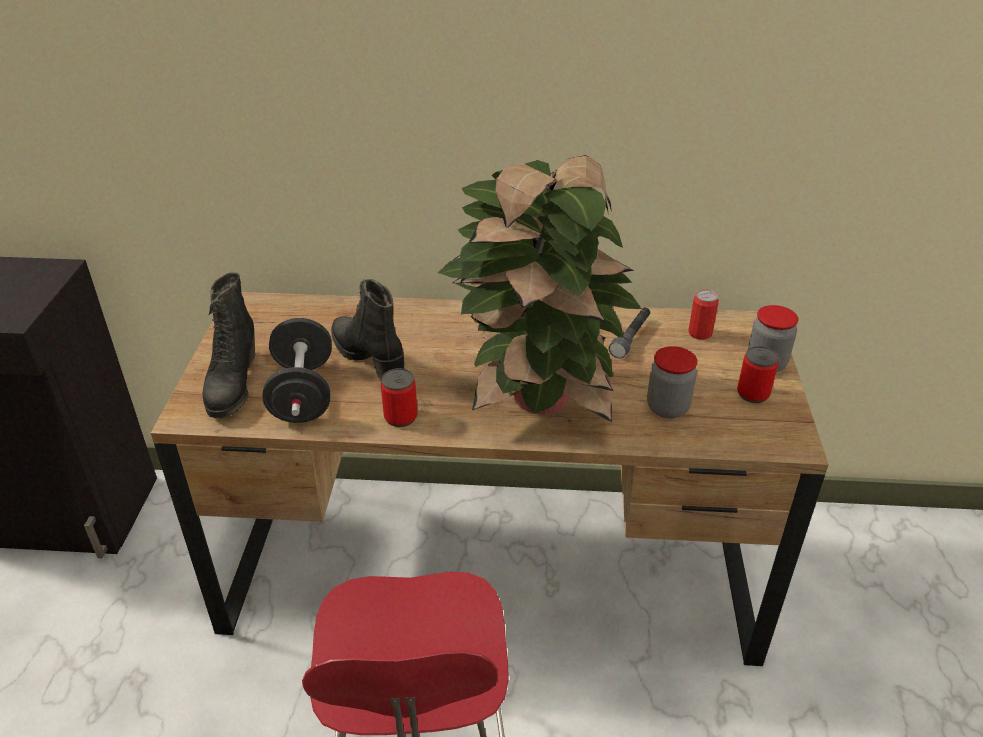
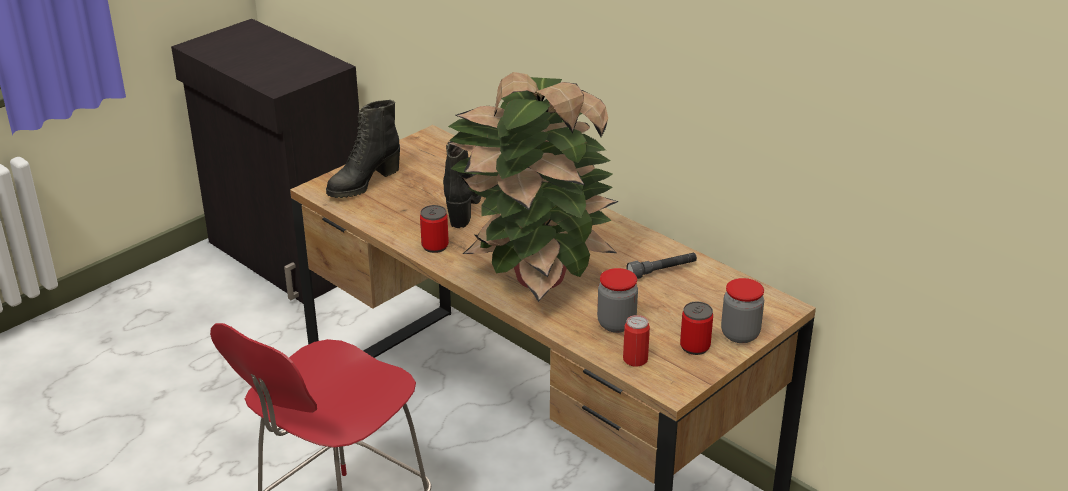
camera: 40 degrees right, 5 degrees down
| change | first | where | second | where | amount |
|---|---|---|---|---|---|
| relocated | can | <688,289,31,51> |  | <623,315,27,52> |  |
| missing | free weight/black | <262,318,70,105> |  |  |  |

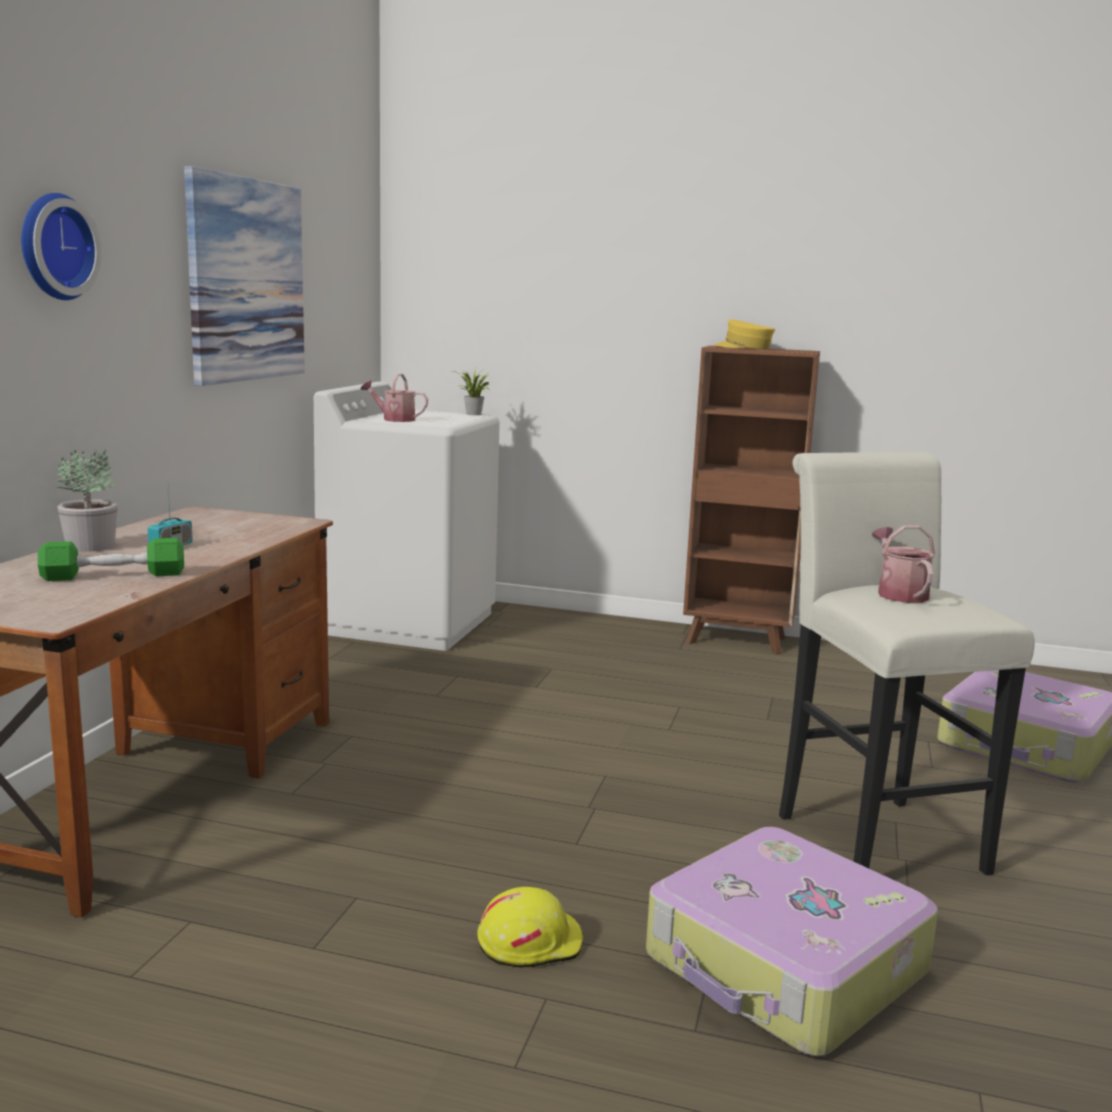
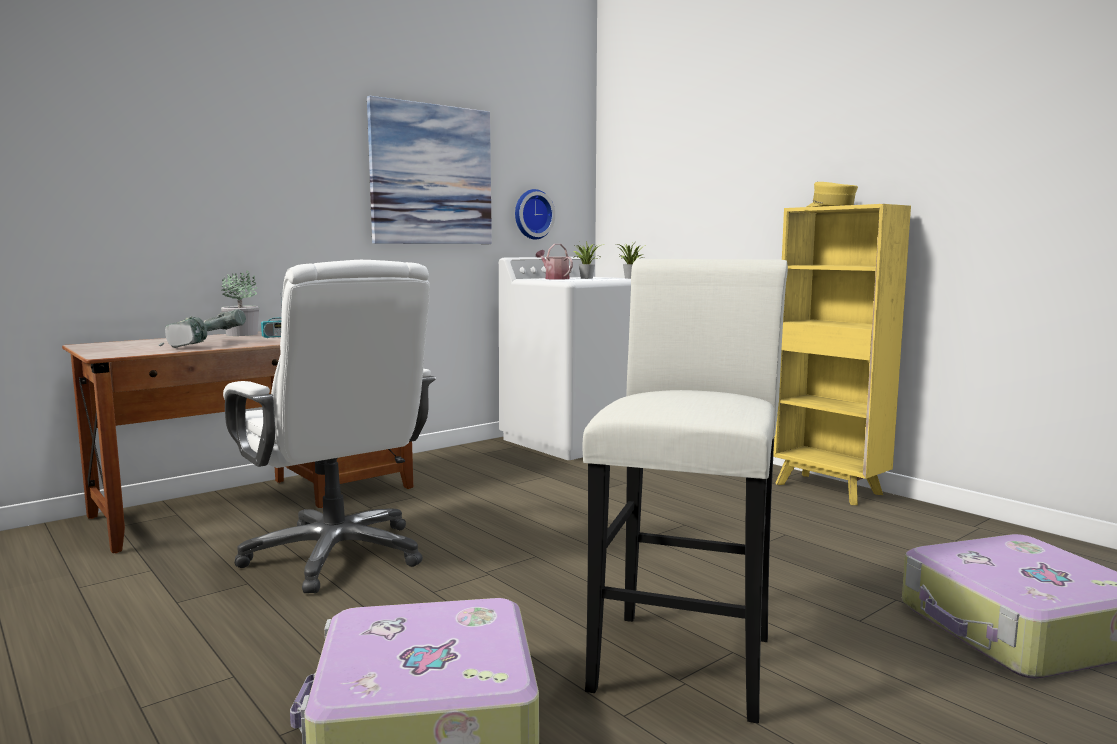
camera: 35 degrees right, 5 degrees down
| change | first | where | second | where | amount |
|---|---|---|---|---|---|
| relocated | wall clock | <21,193,81,107> |  | <515,189,40,50> |  |
| colour | bookcase/brown | <683,346,137,309> | bookcase/yellowish | <773,204,138,301> |  |
| missing | watering can | <872,526,63,77> |  |  |  |
| exchanged | free weight/green-coloured | <38,538,146,43> | drill | <159,309,87,39> |  |
| missing | safety helmet/yellowish | <477,887,107,81> |  |  |  |
| appeared |  |  | houseplant | <573,242,32,37> |  |
| appeared |  |  | desk chair/white | <223,260,213,333> |  |

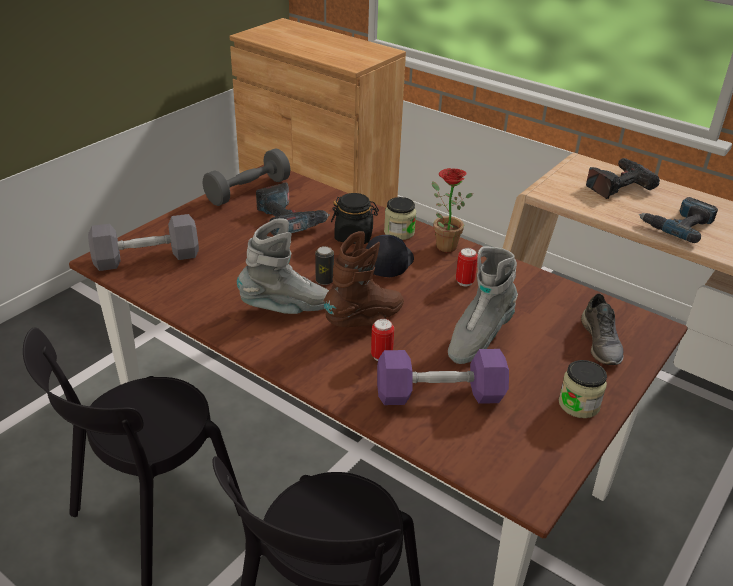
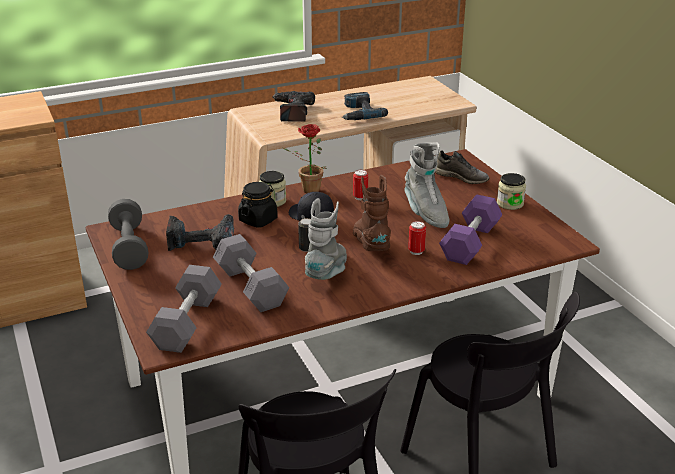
camera: 60 degrees left, 5 degrees down
| change | first | where | second | where | amount |
|---|---|---|---|---|---|
| appeared |  |  | free weight/greyish | <213,234,76,78> |  |

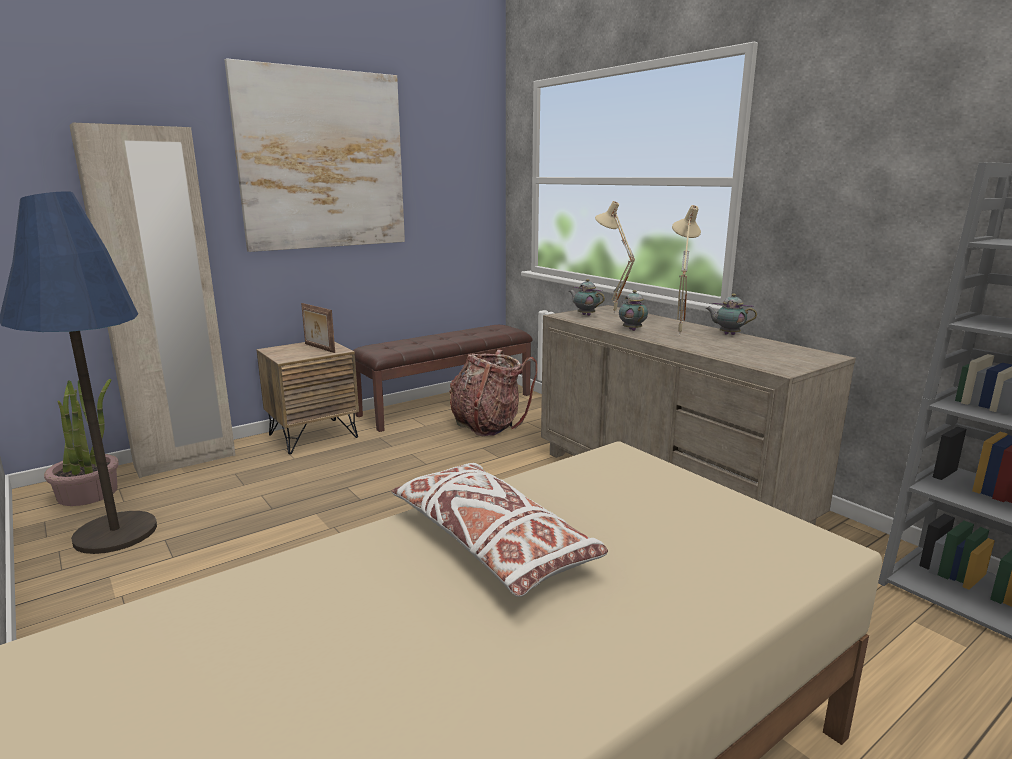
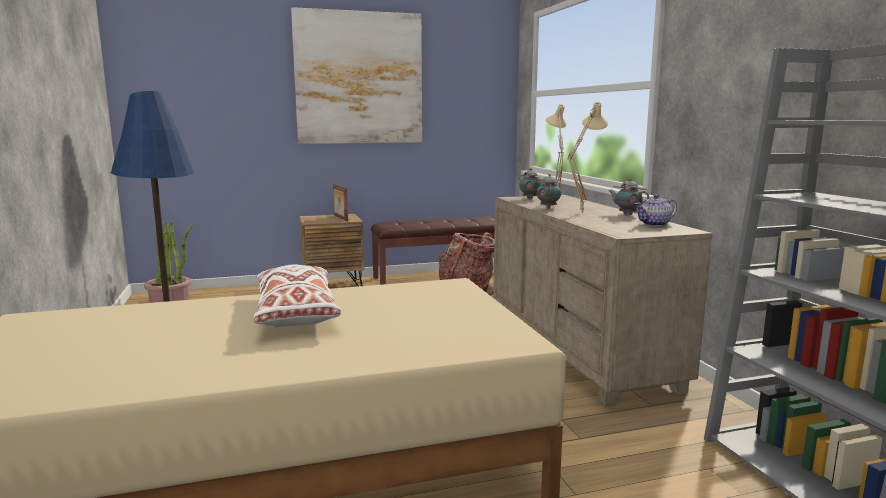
camera: 20 degrees right, 5 degrees down
| change | first | where | second | where | amount |
|---|---|---|---|---|---|
| missing | clothes cupboard/beige | <69,123,166,355> |  |  |  |
| appeared |  |  | teapot | <635,194,42,32> |  |

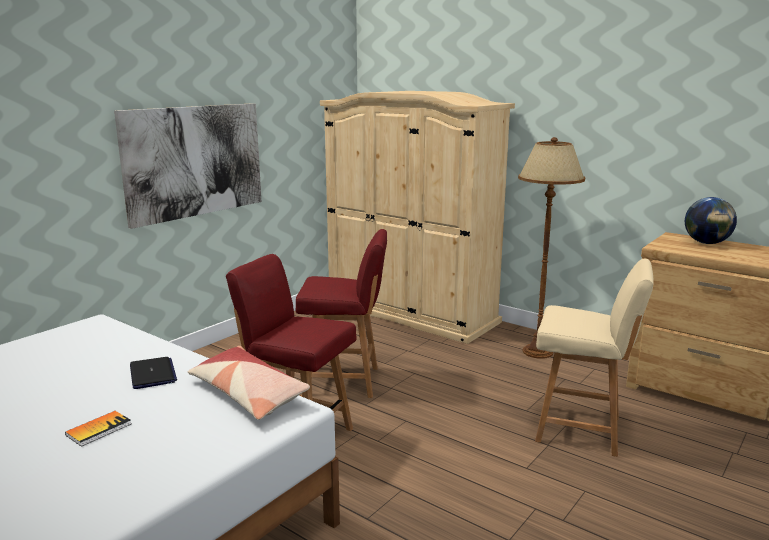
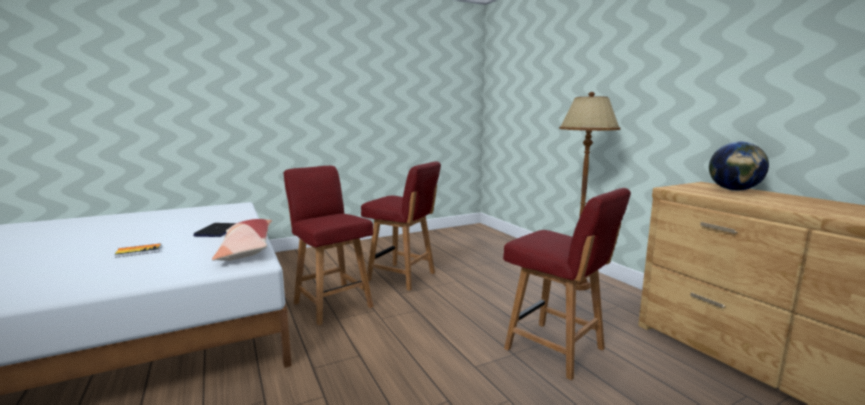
camera: 25 degrees right, 5 degrees down
| change | first | where | second | where | amount |
|---|---|---|---|---|---|
| missing | clothes cupboard/beige | <320,91,195,253> |  |  |  |
| missing | picture | <114,103,147,126> |  |  |  |
| colour | chair/beige | <535,259,119,198> | chair/red | <503,188,128,192> |  |

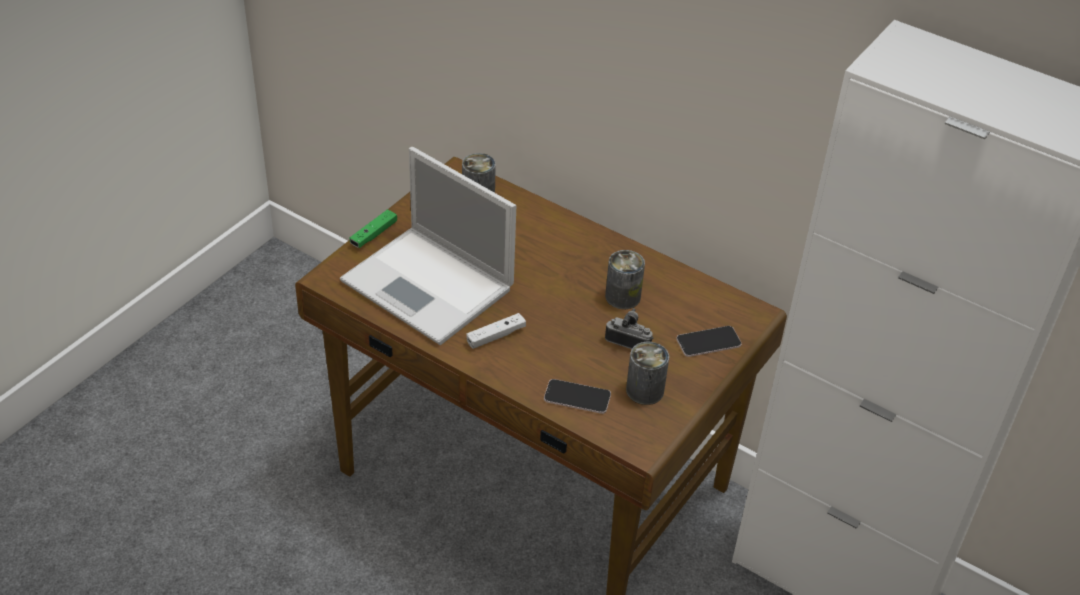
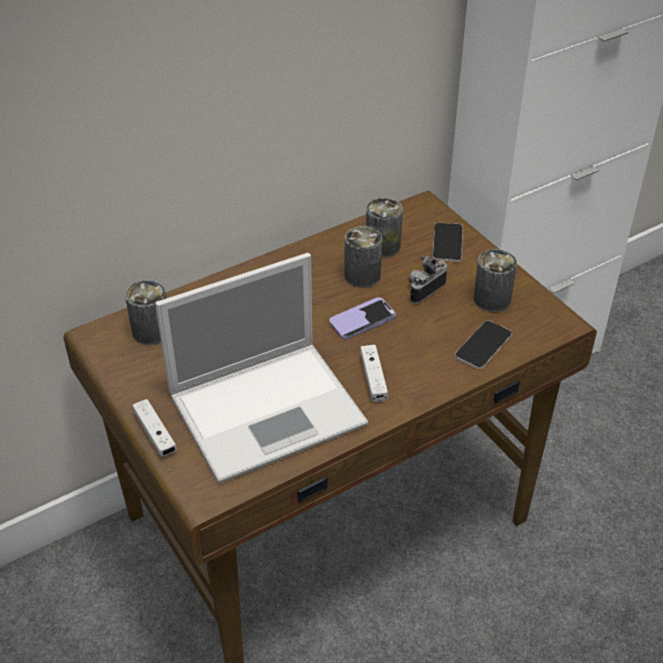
camera: 65 degrees left, 0 degrees up
| change | first | where | second | where | amount |
|---|---|---|---|---|---|
| colour | game controller/green-coloured | <350,209,47,39> | game controller/white | <132,399,45,57> |  |
| appeared |  |  | can | <366,198,37,60> |  |
| appeared |  |  | handset | <329,297,67,43> |  |

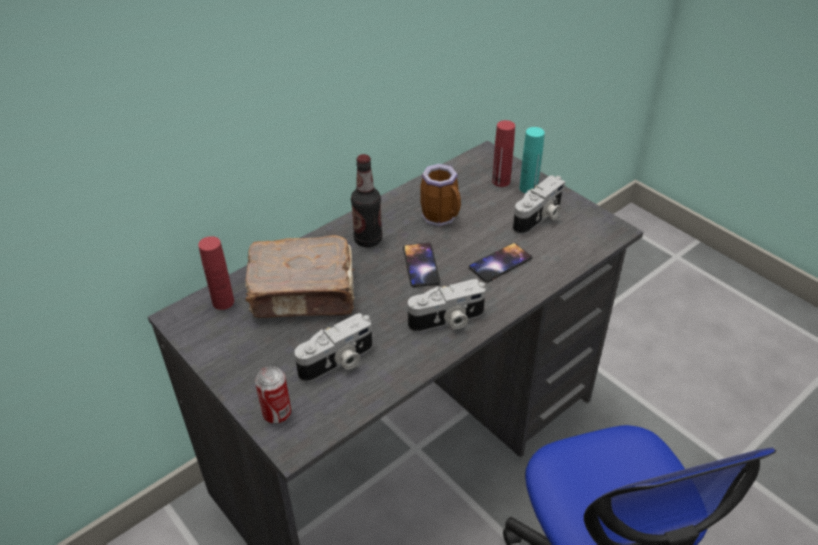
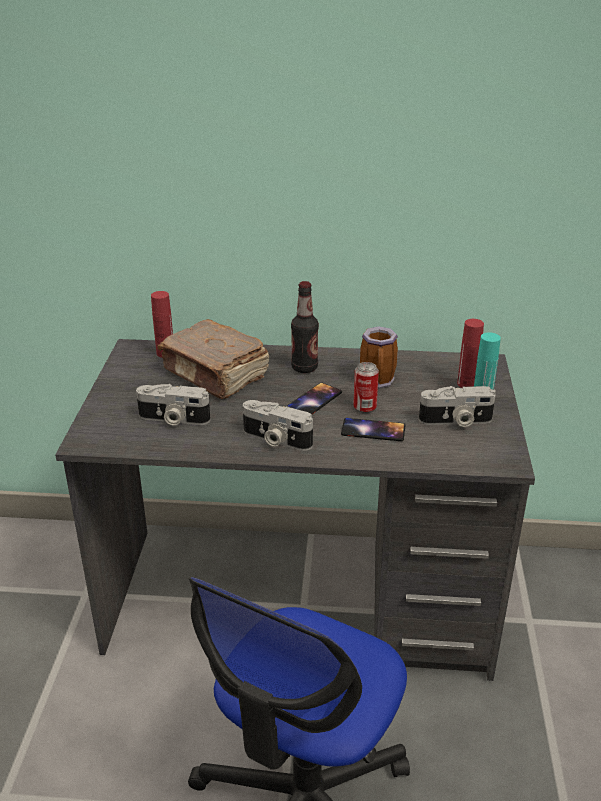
camera: 45 degrees right, 10 degrees down
| change | first | where | second | where | amount |
|---|---|---|---|---|---|
| relocated | can | <255,366,36,58> |  | <353,362,26,52> |  |

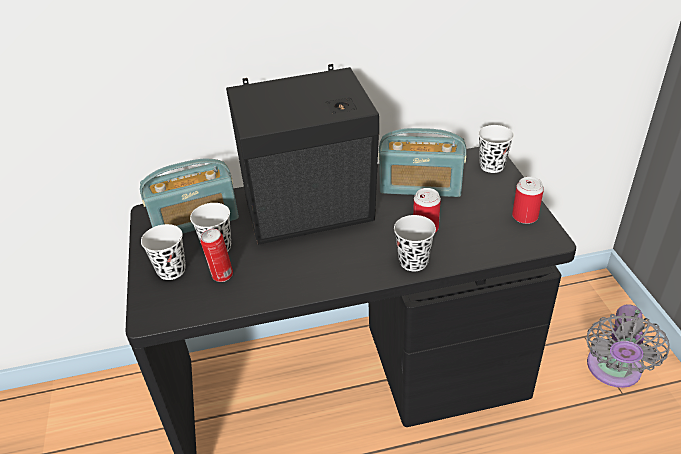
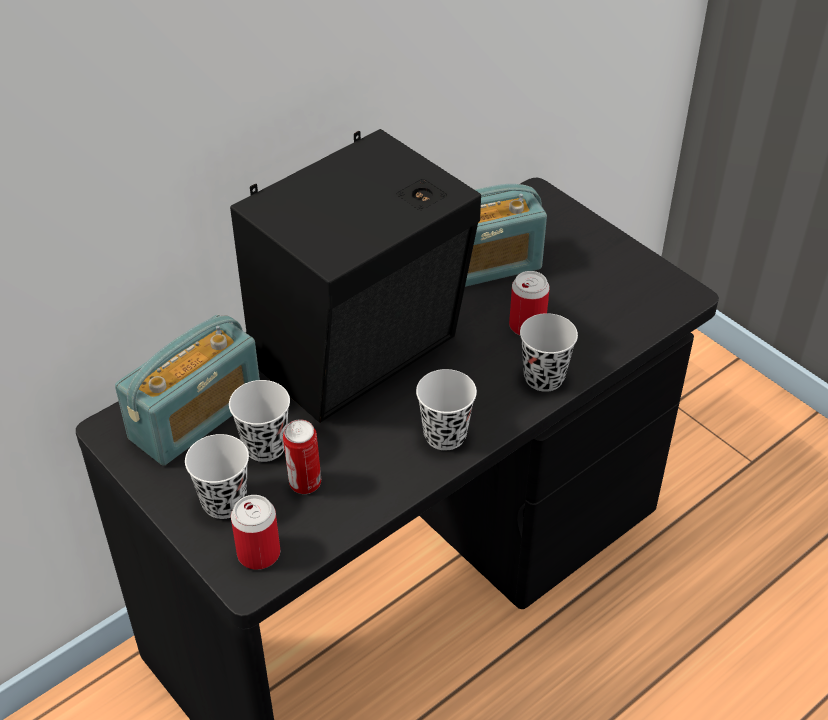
camera: 30 degrees left, 5 degrees up
| change | first | where | second | where | amount |
|---|---|---|---|---|---|
| relocated | drinking cup/white | <478,125,36,48> |  | <416,369,61,81> |  |
| relocated | can | <512,177,32,47> |  | <231,495,49,75> |  |
| missing | electric fan/greyish | <587,304,83,84> |  |  |  |

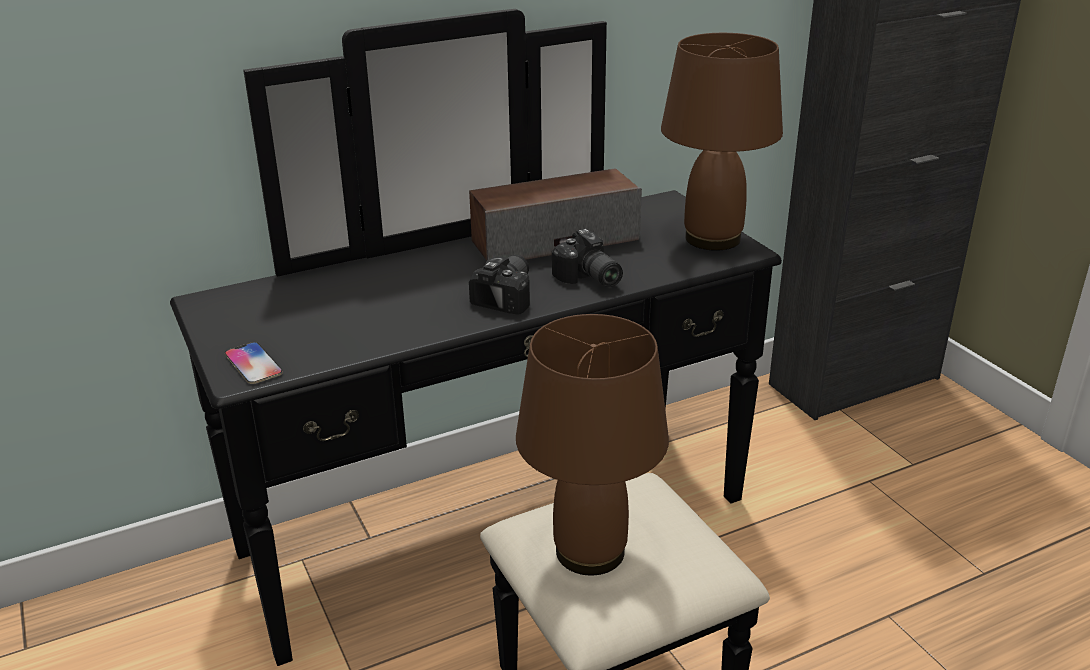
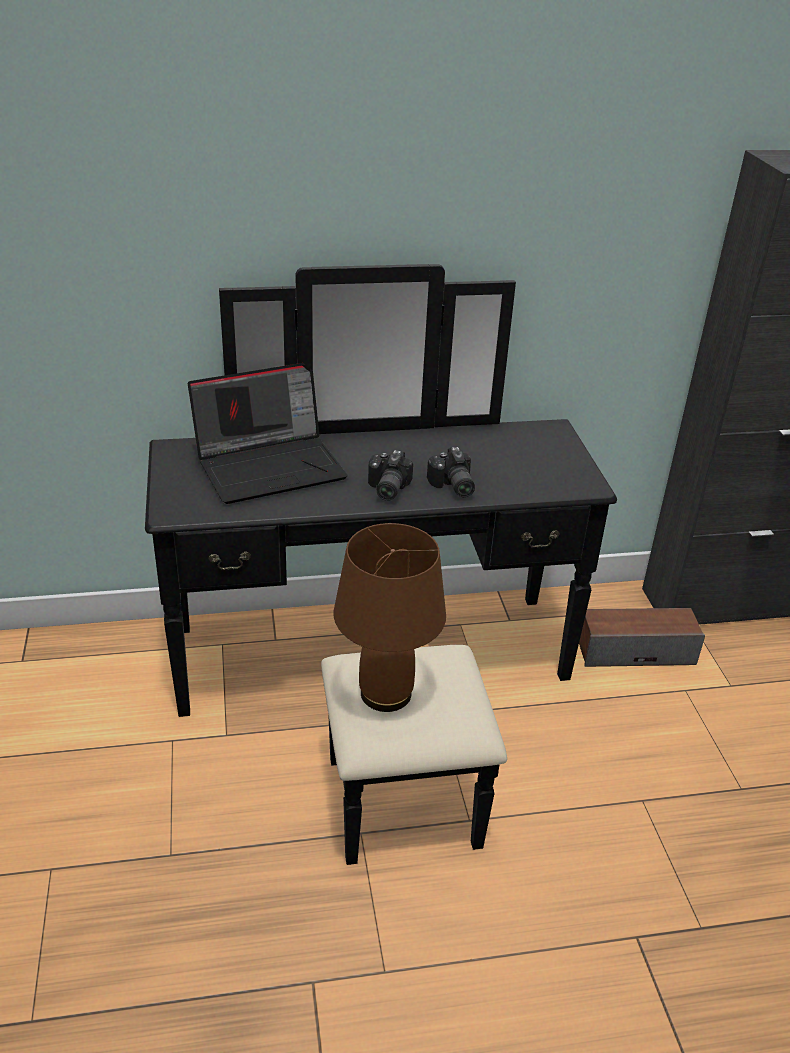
camera: 15 degrees right, 5 degrees up
| change | first | where | second | where | amount |
|---|---|---|---|---|---|
| missing | lamp for a table/brown | <661,33,122,218> |  |  |  |
| relocated | speaker | <469,168,173,93> |  | <579,608,126,59> |  |
| spun | still camera | <469,255,61,60> |  | <368,450,45,51> | 150 degrees clockwise |
| missing | handset | <225,342,58,42> |  |  |  |
| appeared |  |  | notebook computer | <188,363,160,141> |  |

